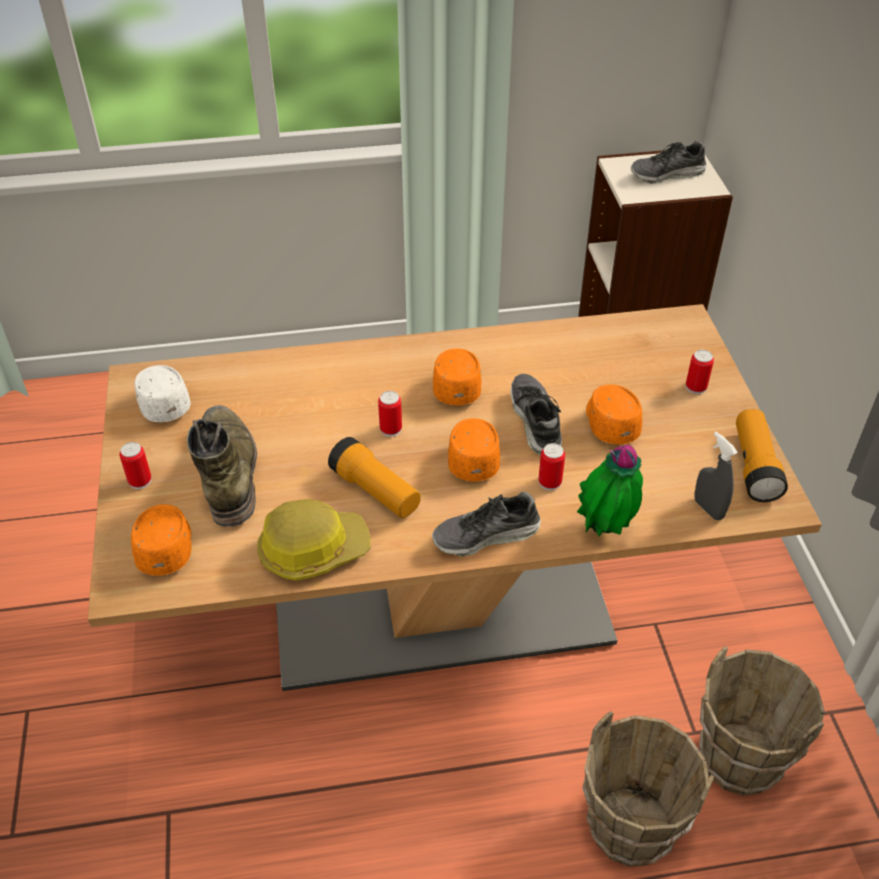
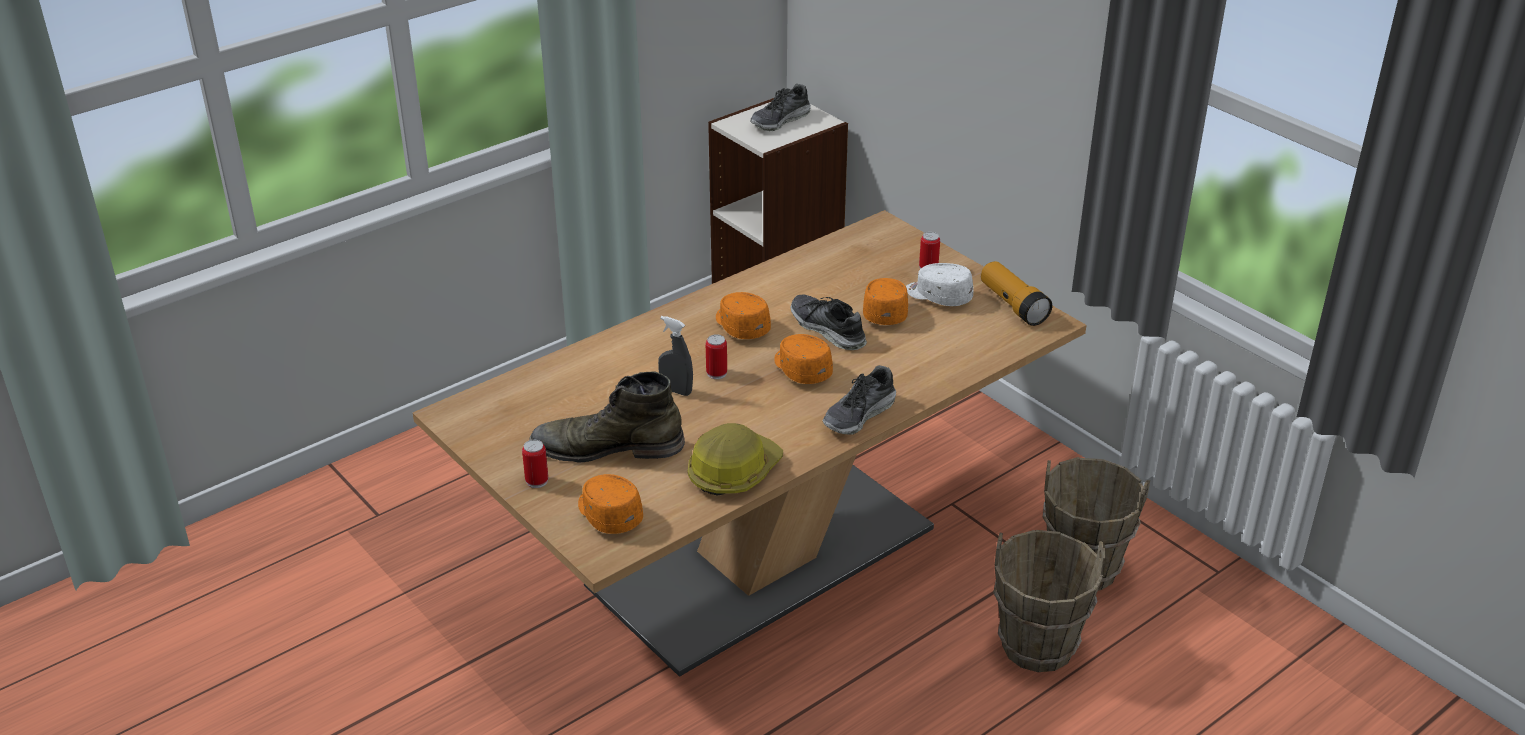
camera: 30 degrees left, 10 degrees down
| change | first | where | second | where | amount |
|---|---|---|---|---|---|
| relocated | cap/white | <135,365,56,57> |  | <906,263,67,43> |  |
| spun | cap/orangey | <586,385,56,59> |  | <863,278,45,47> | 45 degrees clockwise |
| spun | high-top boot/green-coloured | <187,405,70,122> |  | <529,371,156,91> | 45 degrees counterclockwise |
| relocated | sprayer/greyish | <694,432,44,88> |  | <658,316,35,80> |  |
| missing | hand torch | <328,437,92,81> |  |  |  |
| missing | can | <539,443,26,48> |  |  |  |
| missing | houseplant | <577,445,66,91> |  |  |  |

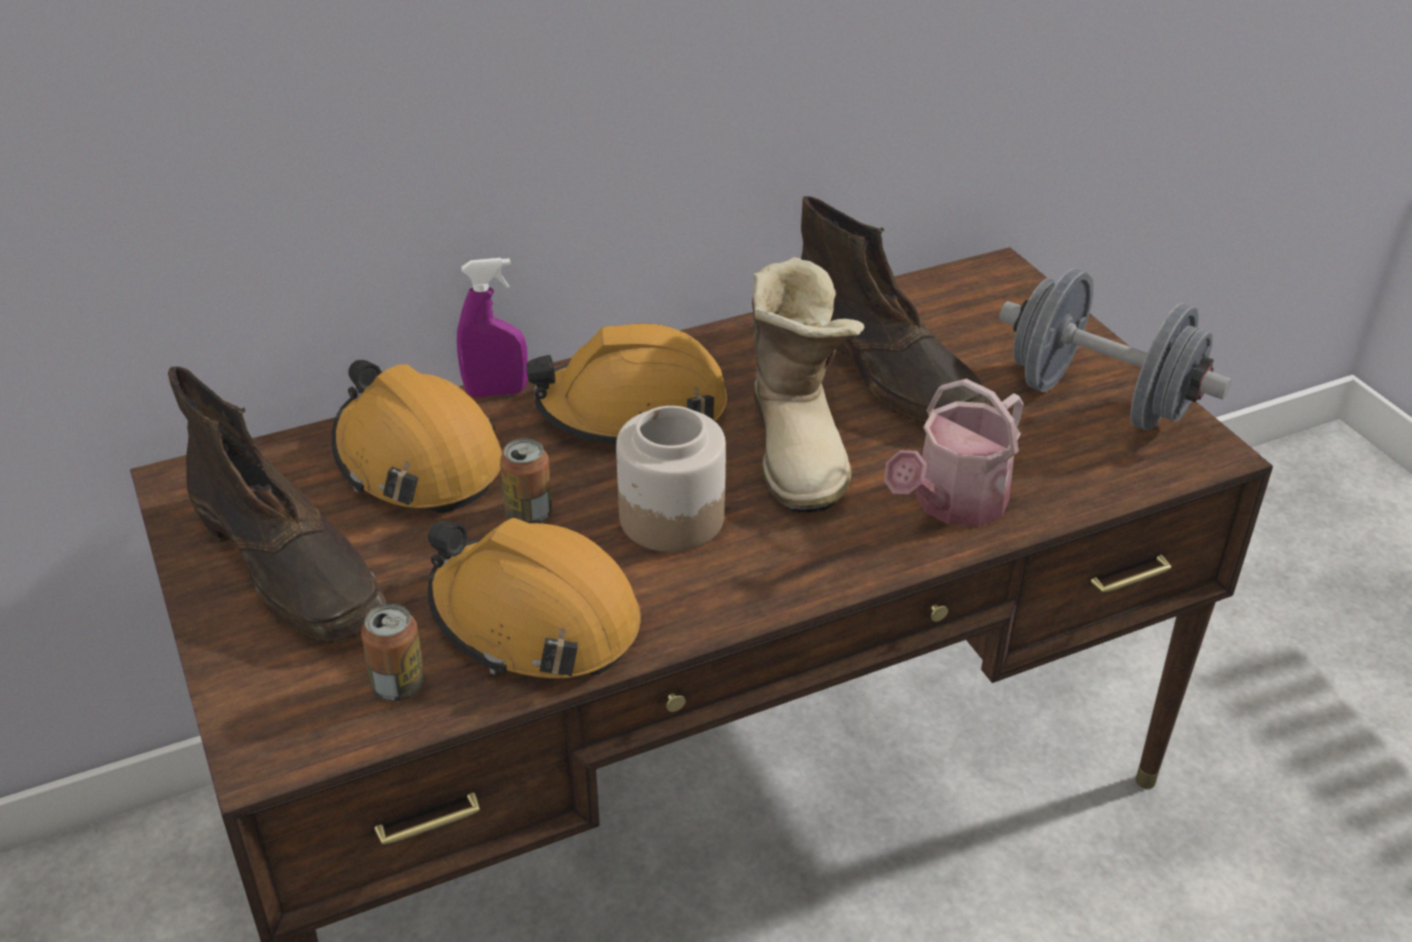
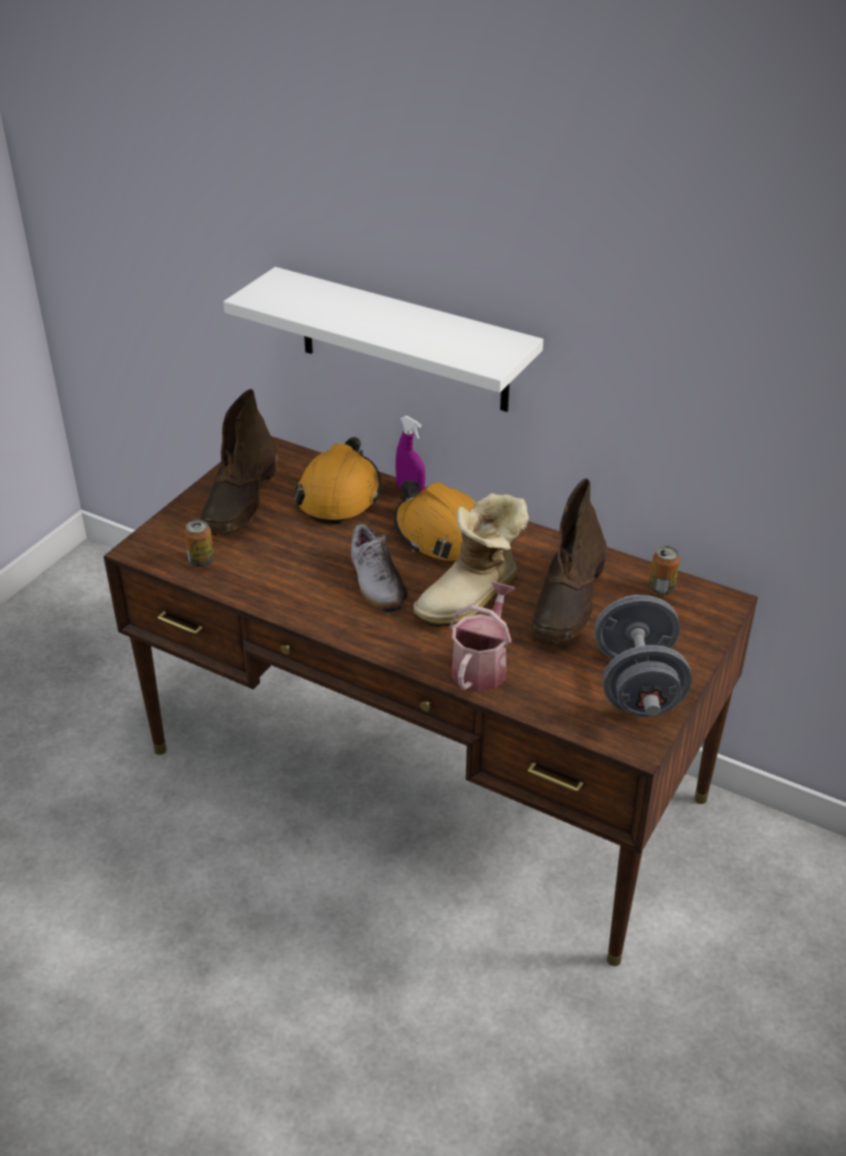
camera: 55 degrees right, 0 degrees up
| change | first | where | second | where | amount |
|---|---|---|---|---|---|
| spun | watering can | <884,379,140,148> |  | <450,582,66,110> | 105 degrees clockwise |
| exchanged | preserve jar | <616,406,110,146> | low shoe | <351,523,57,91> |  |
| relocated | can | <500,438,52,85> |  | <649,546,31,49> |  |
| missing | safety helmet/orangey | <427,518,214,160> |  |  |  |
| appeared |  |  | bracket shelf/white | <224,267,319,145> |  |

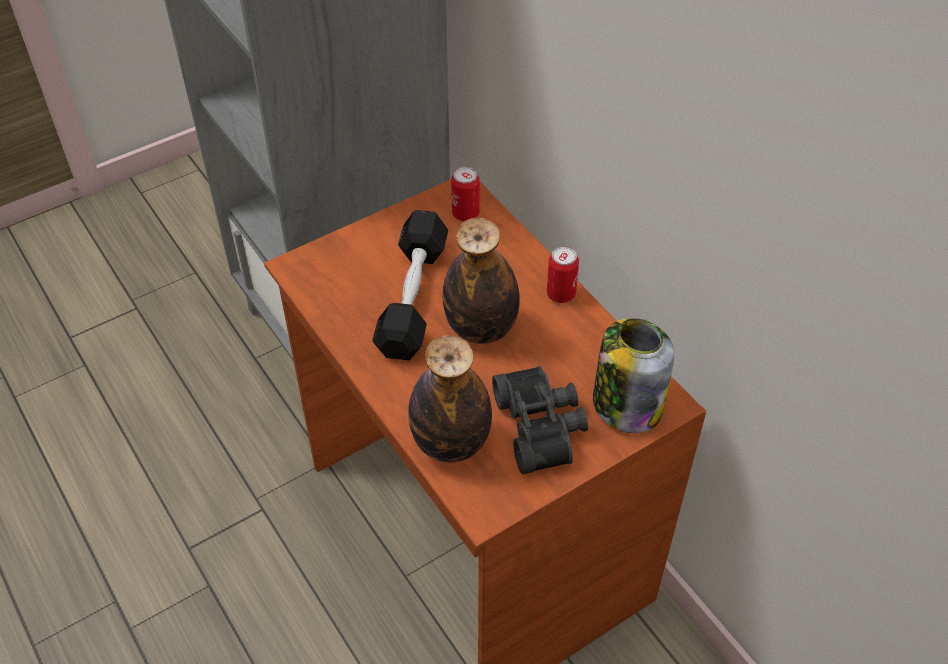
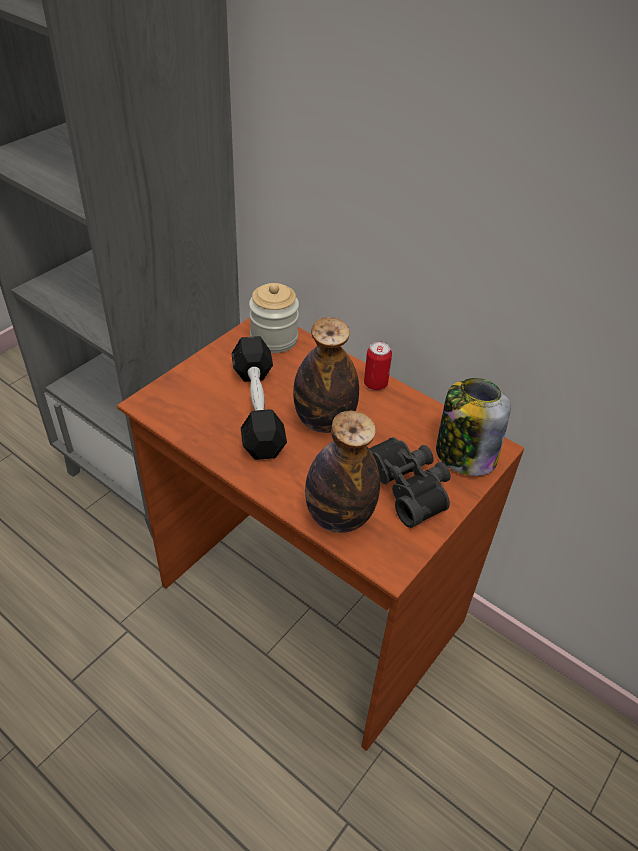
camera: 20 degrees left, 5 degrees down
| change | first | where | second | where | amount |
|---|---|---|---|---|---|
| exchanged | can | <451,166,29,55> | preserve jar | <249,283,50,70> |  |

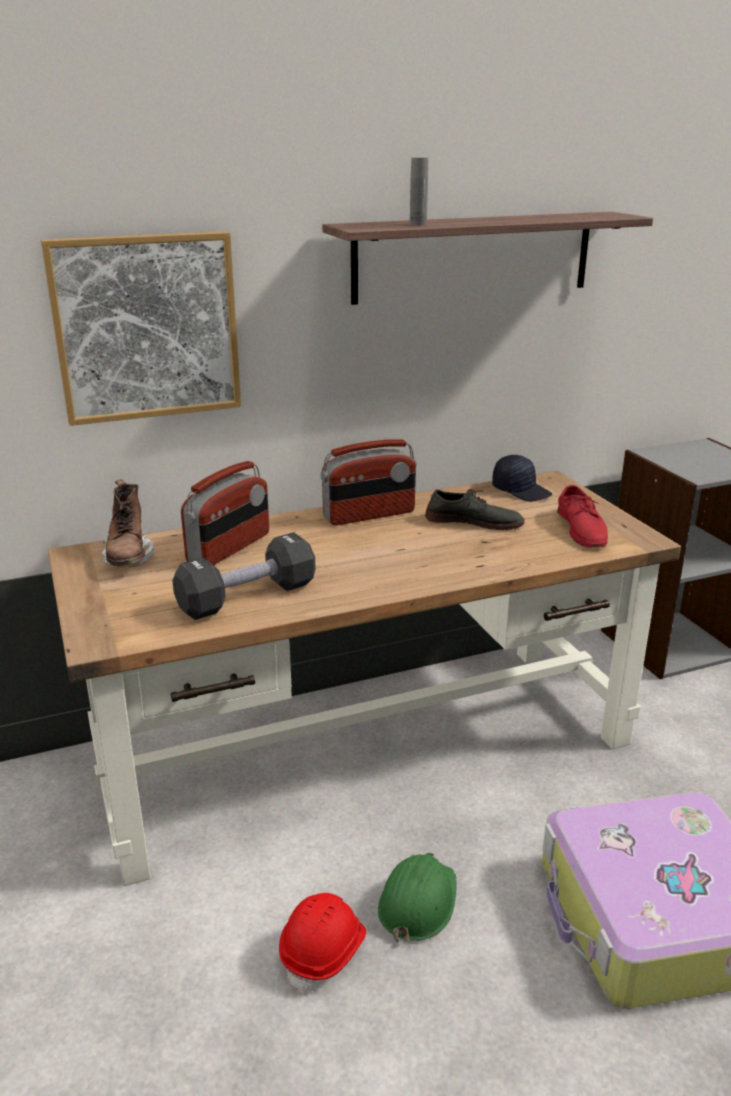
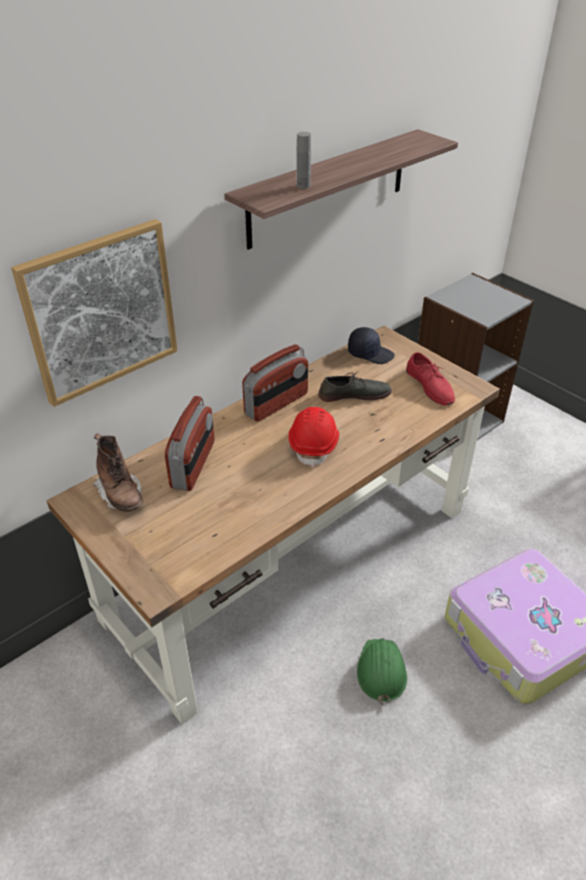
camera: 20 degrees left, 15 degrees up
| change | first | where | second | where | amount |
|---|---|---|---|---|---|
| missing | free weight/black | <172,532,143,88> |  |  |  |
| relocated | safety helmet/red | <279,893,87,102> |  | <288,407,51,61> |  |

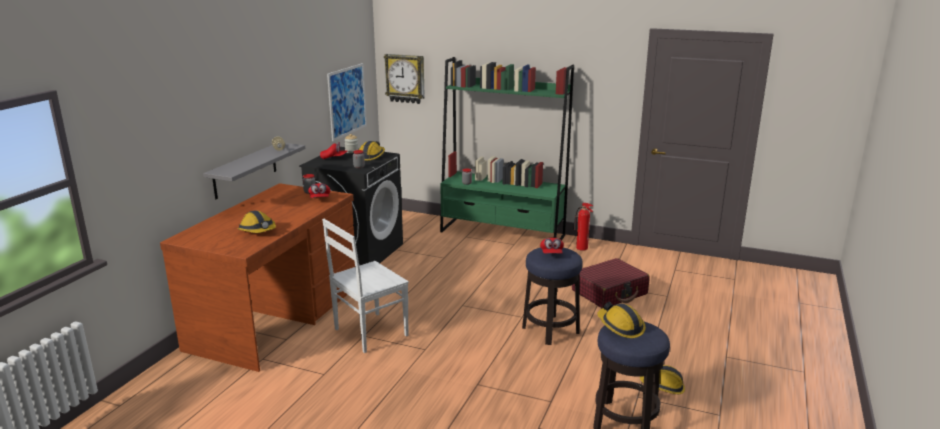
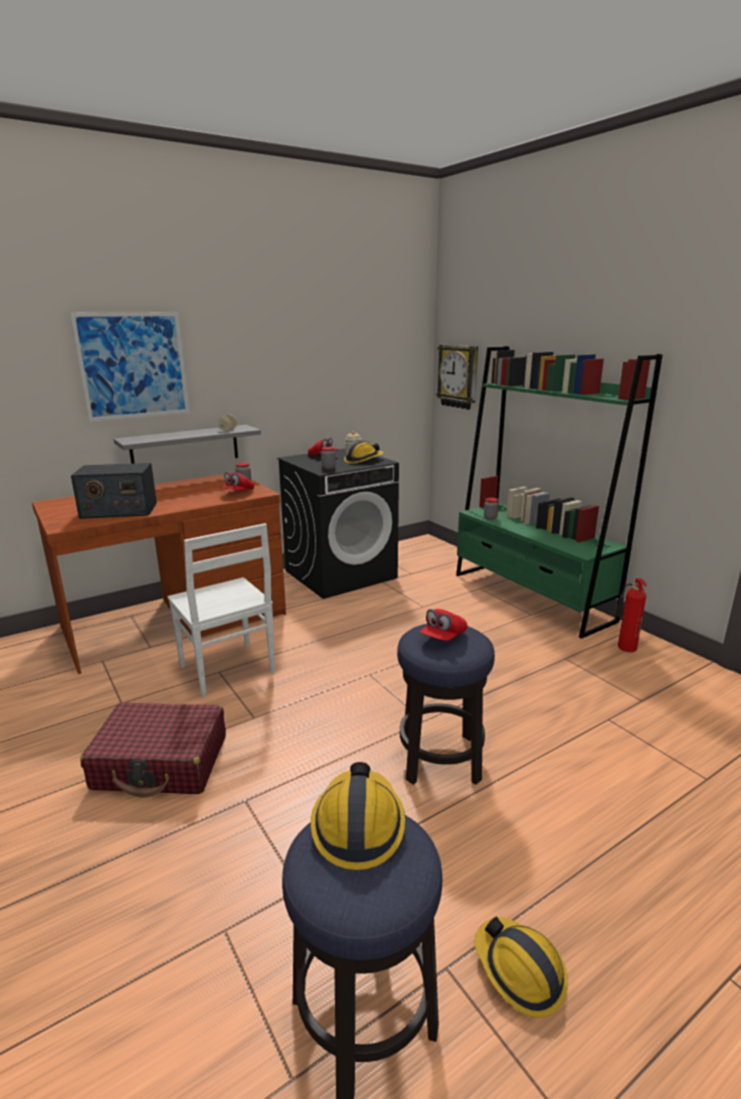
camera: 35 degrees right, 0 degrees up
| change | first | where | second | where | amount |
|---|---|---|---|---|---|
| relocated | picture | <327,63,40,78> |  | <70,312,120,110> |  |
| exchanged | safety helmet | <237,210,39,23> | radio | <71,463,86,56> |  |
| spun | chair/white | <322,219,87,134> |  | <167,523,108,175> | 120 degrees counterclockwise |
| relocated | travel case/red | <572,258,77,50> |  | <80,702,146,96> |  |

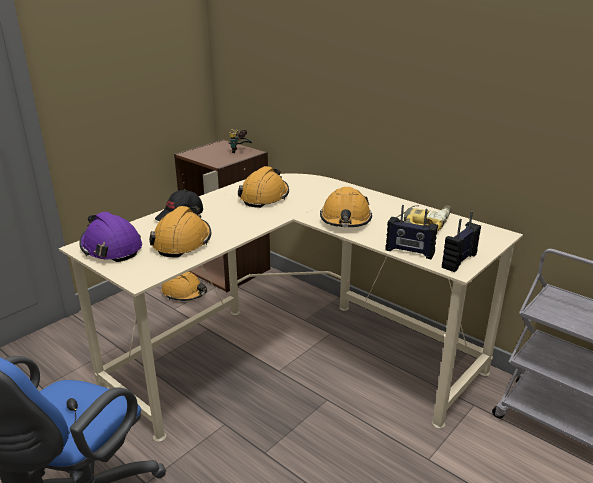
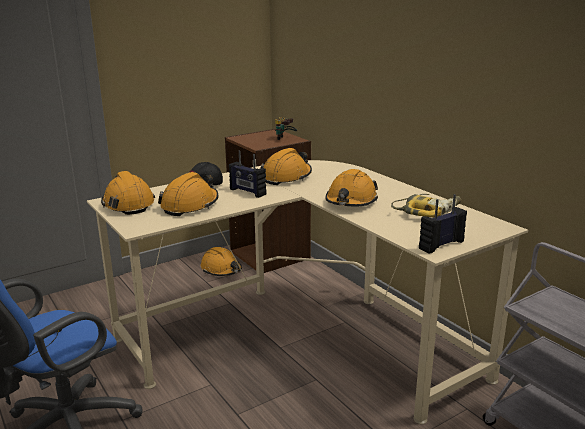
camera: 15 degrees right, 5 degrees down
| change | first | where | second | where | amount |
|---|---|---|---|---|---|
| relocated | radio | <385,205,53,54> |  | <229,151,37,47> |  |
| colour | safety helmet/purple | <80,212,62,50> | safety helmet/orangey | <101,171,54,44> |  |

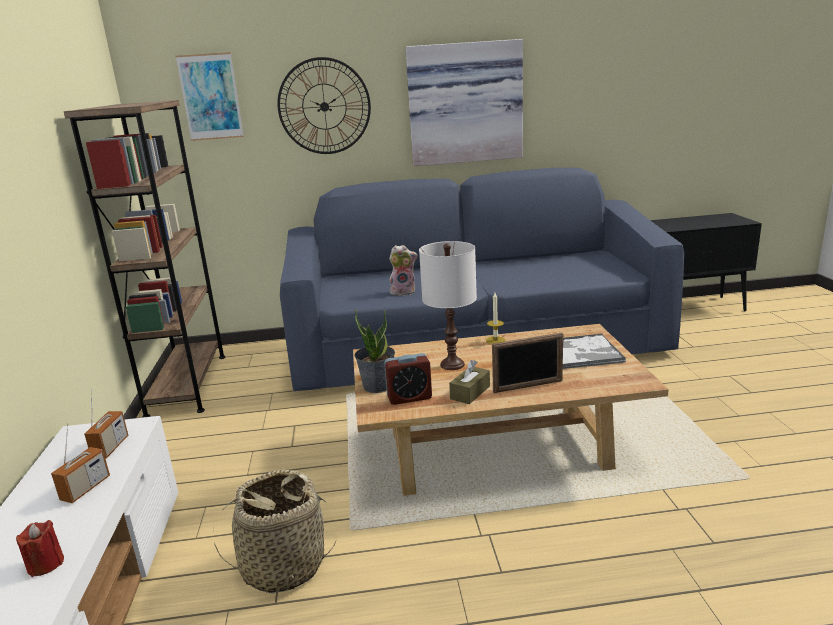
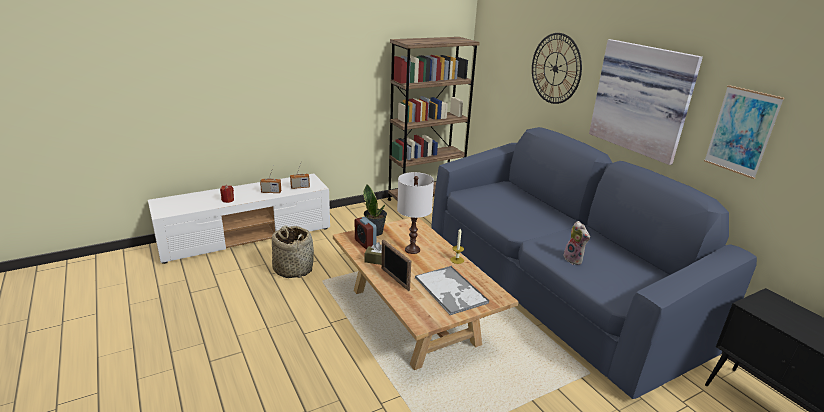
camera: 65 degrees right, 5 degrees up
| change | first | where | second | where | amount |
|---|---|---|---|---|---|
| relocated | picture | <176,52,68,89> |  | <704,85,80,94> |  |
| relocated | plush toy | <389,245,29,51> |  | <564,221,26,44> |  |

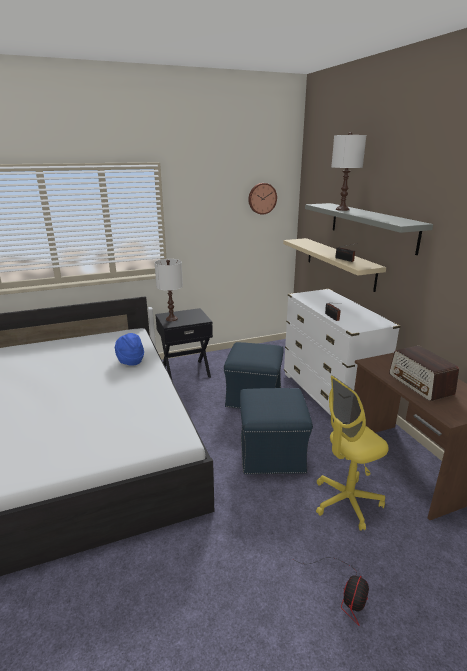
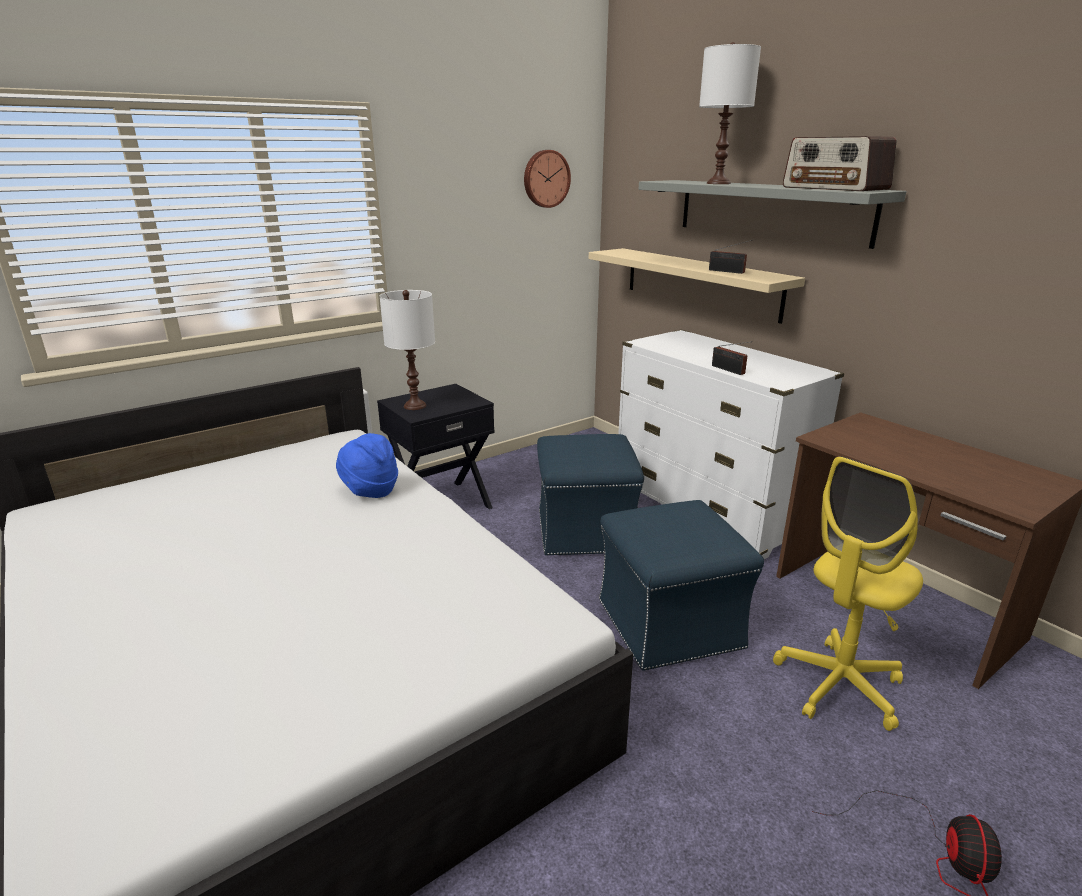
camera: 15 degrees left, 0 degrees up
| change | first | where | second | where | amount |
|---|---|---|---|---|---|
| relocated | radio | <389,346,70,55> |  | <783,136,113,55> |  |

